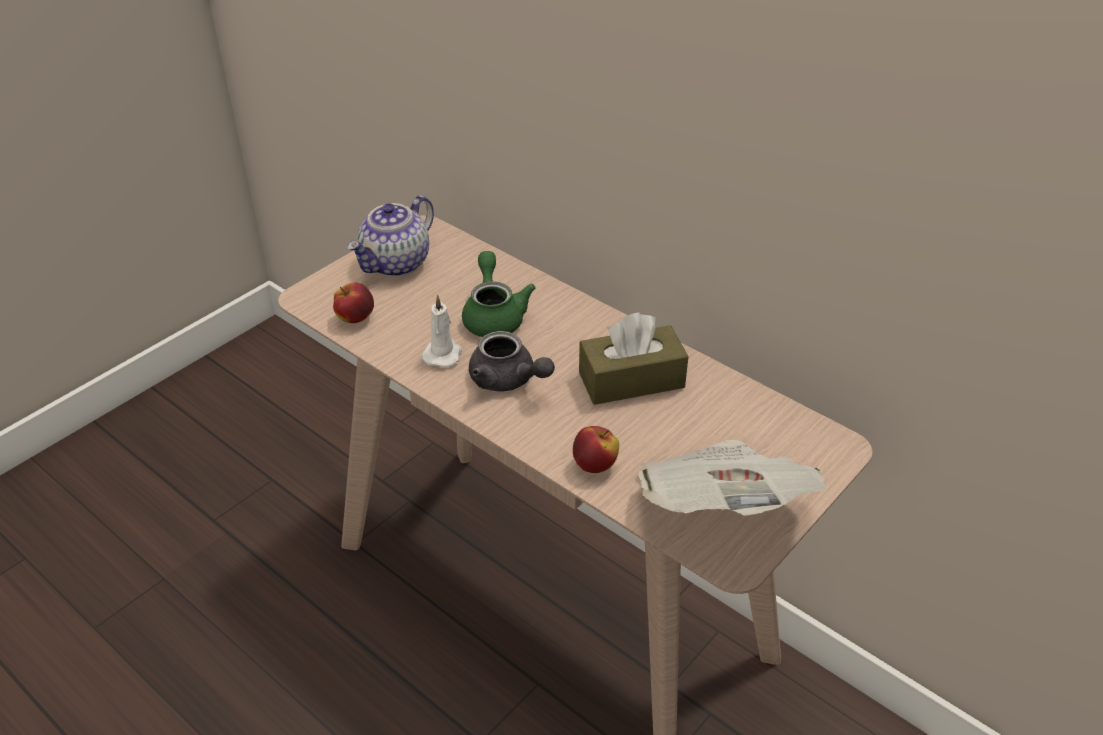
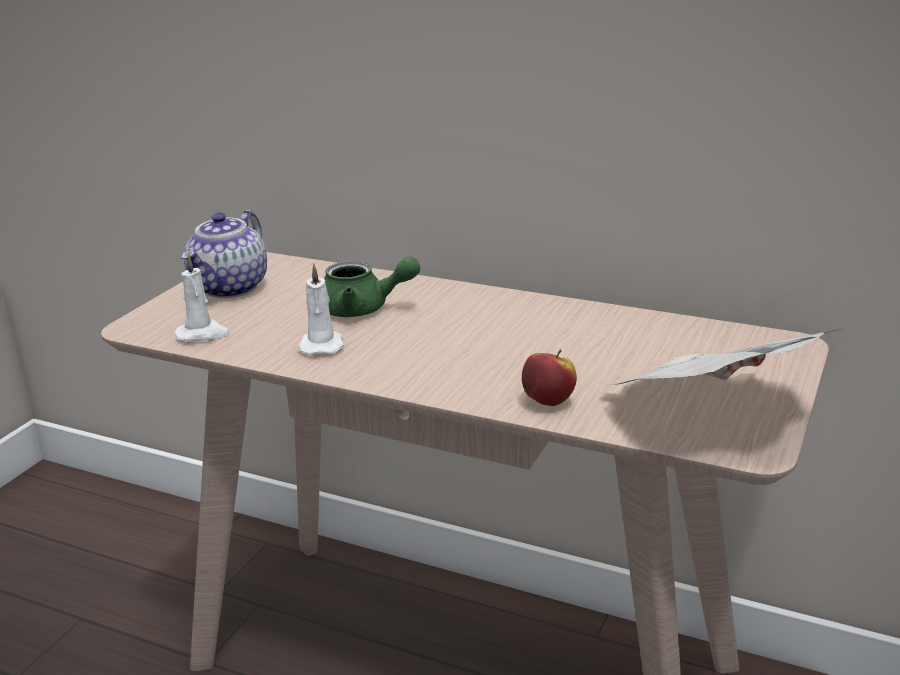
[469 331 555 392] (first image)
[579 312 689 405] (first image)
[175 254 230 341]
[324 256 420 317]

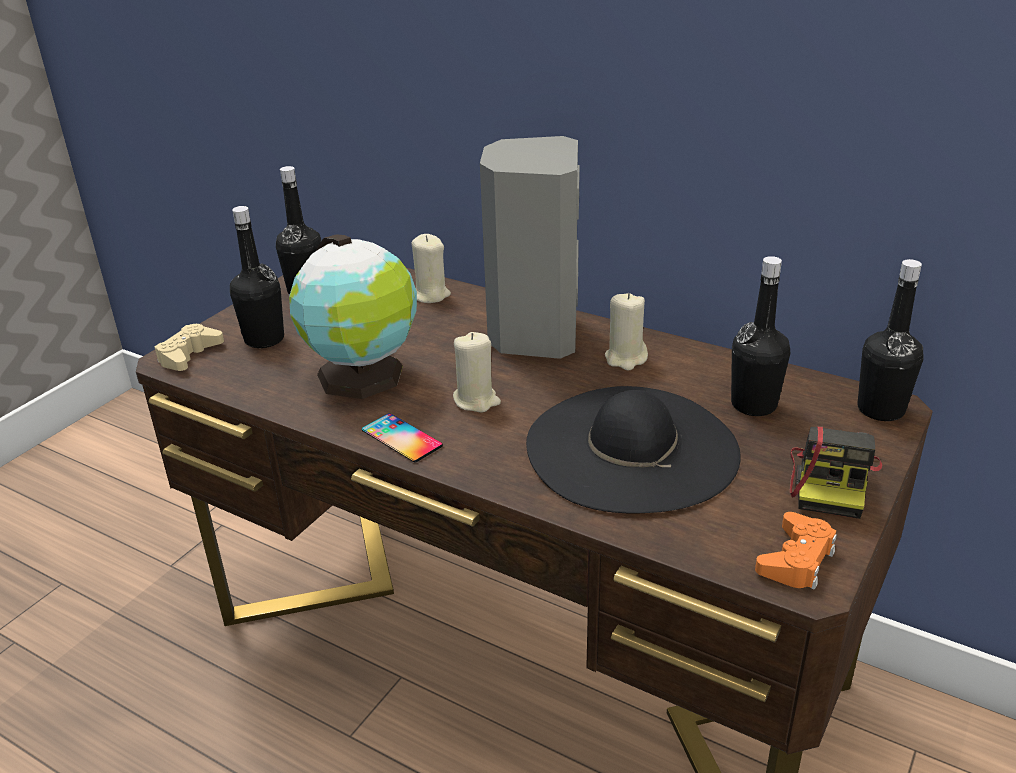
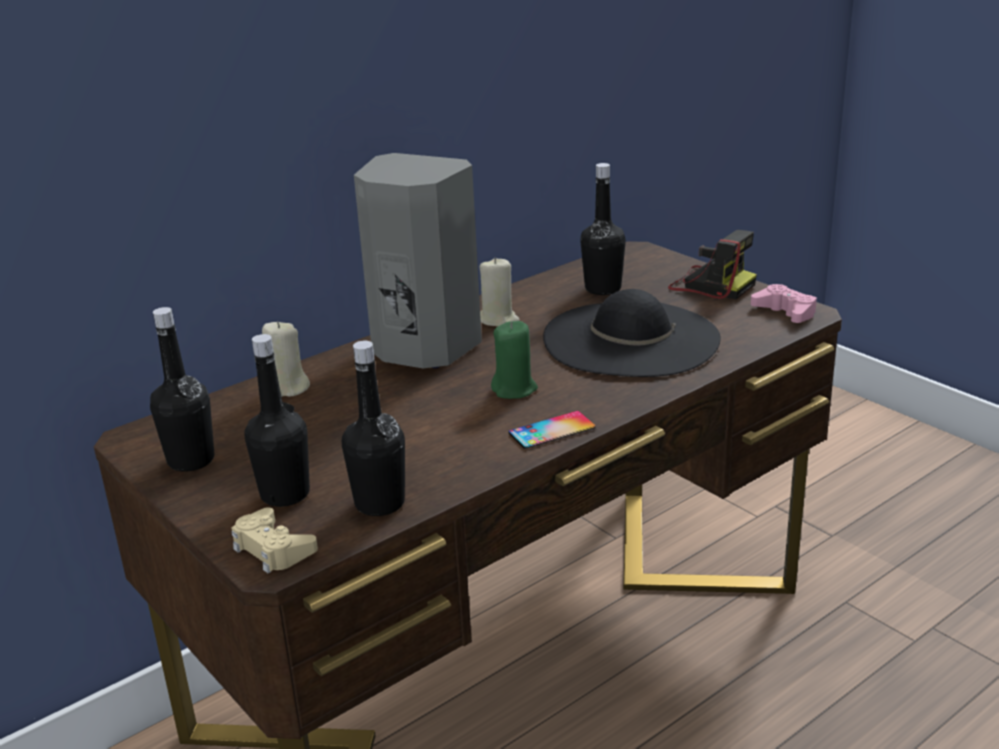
[289 234 417 399] (first image)
[342 341 405 516]
[491 321 538 399]
[751 284 817 323]

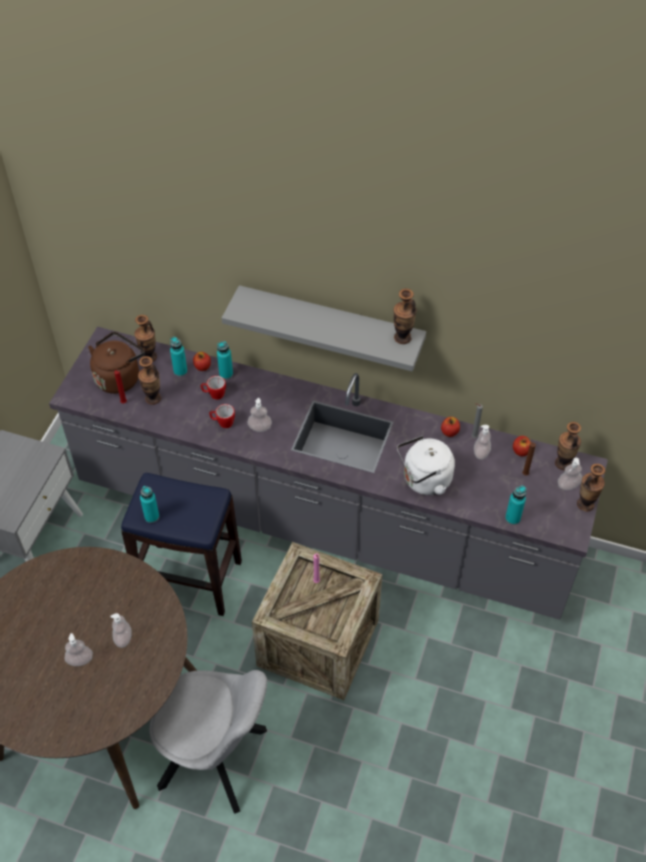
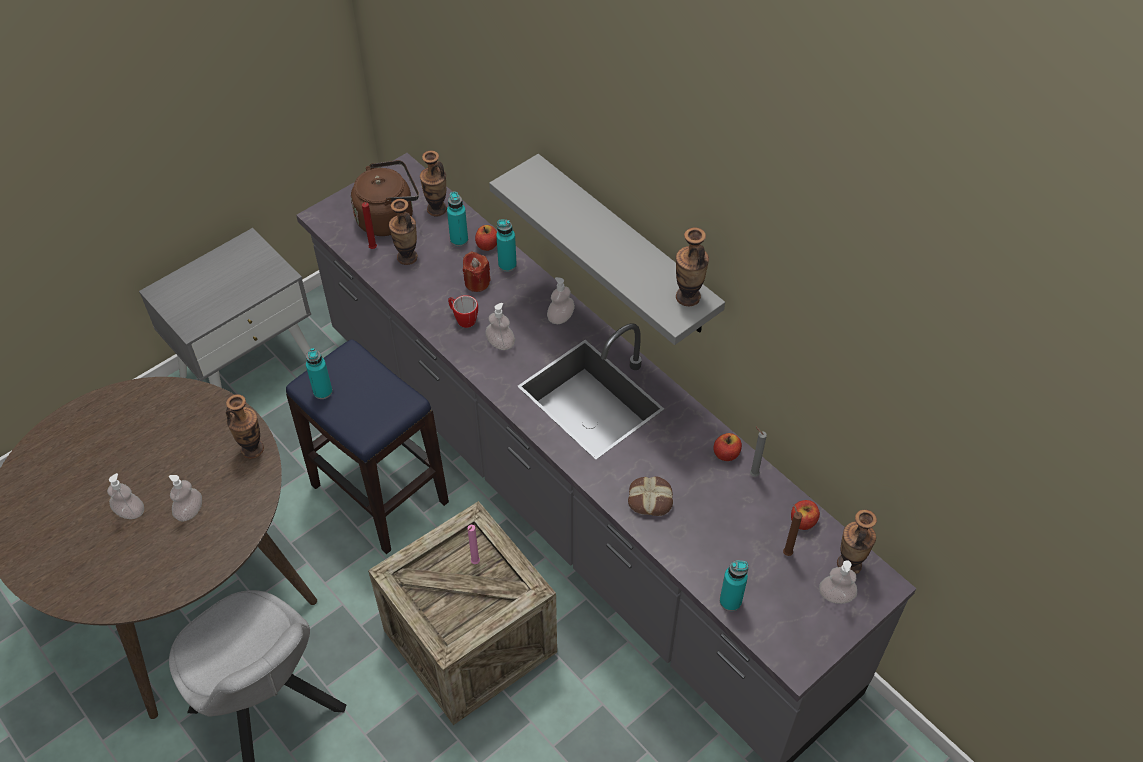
[547 277 575 324]
[226 394 264 459]
[463 251 491 292]
[628 476 673 516]

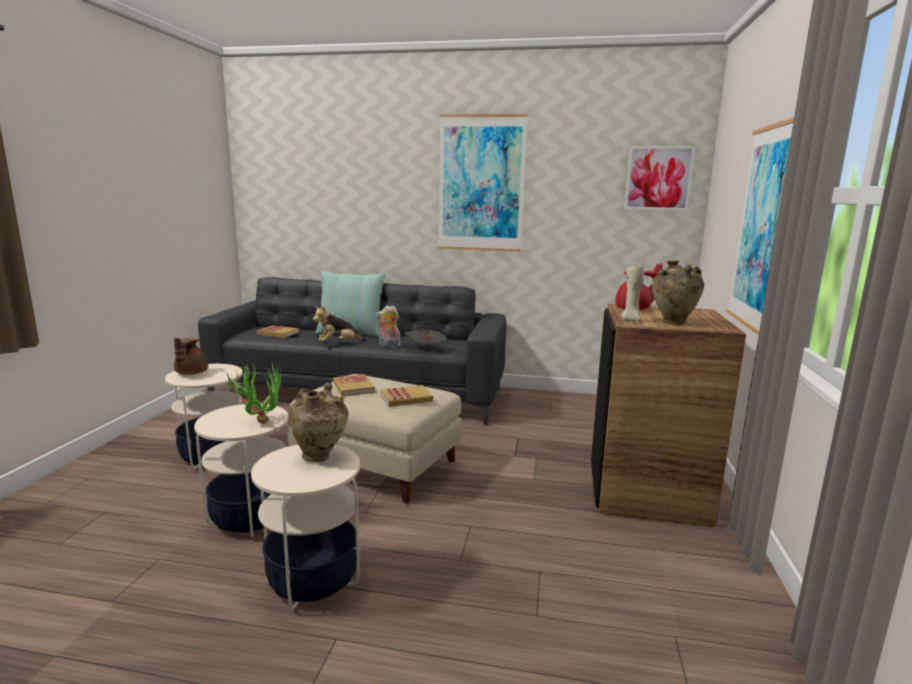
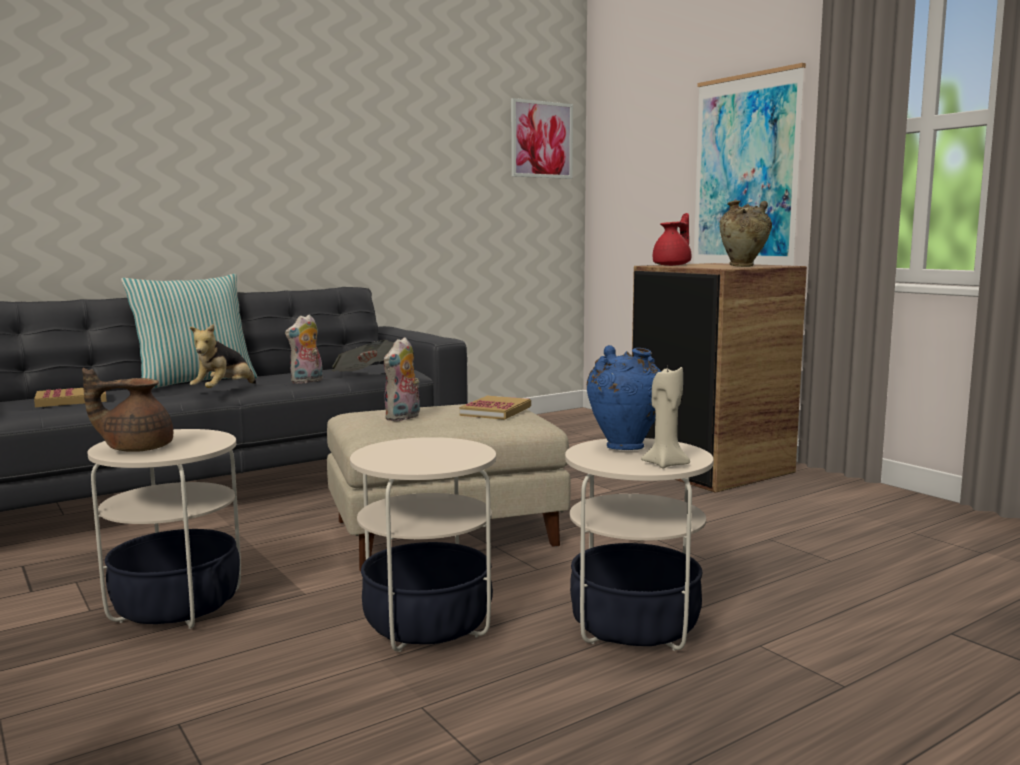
[225 361 281 423] (first image)
[438 114 528 252] (first image)
[641 367 690 468]
[383 337 420 421]
[587 345 661 450]
[82 368 173 452]

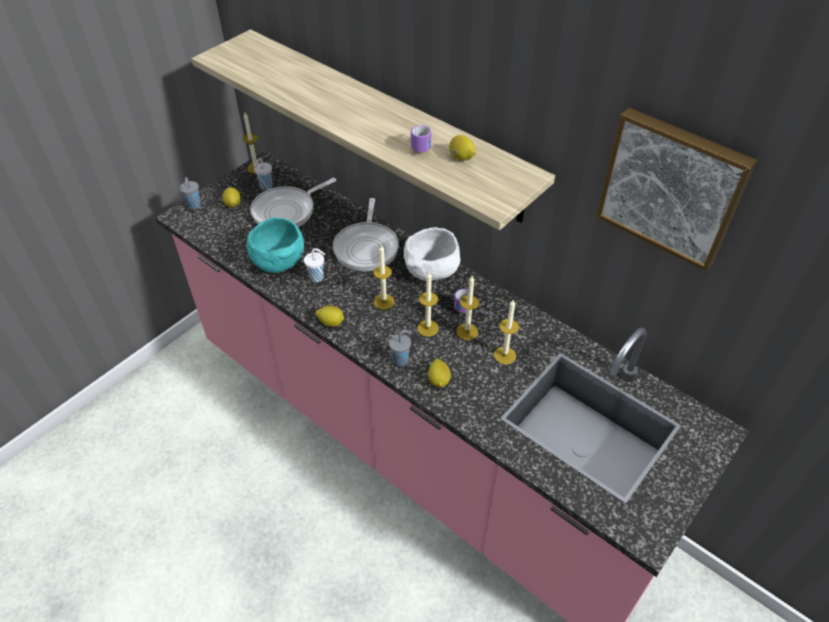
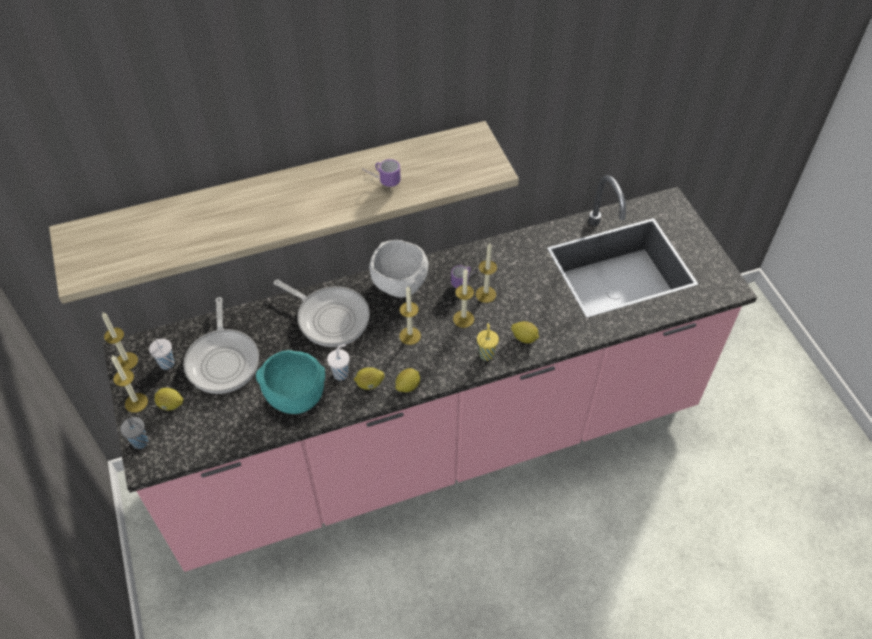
[596 108 758 271] (first image)
[354 367 384 390]
[111 355 148 413]
[477 323 499 361]

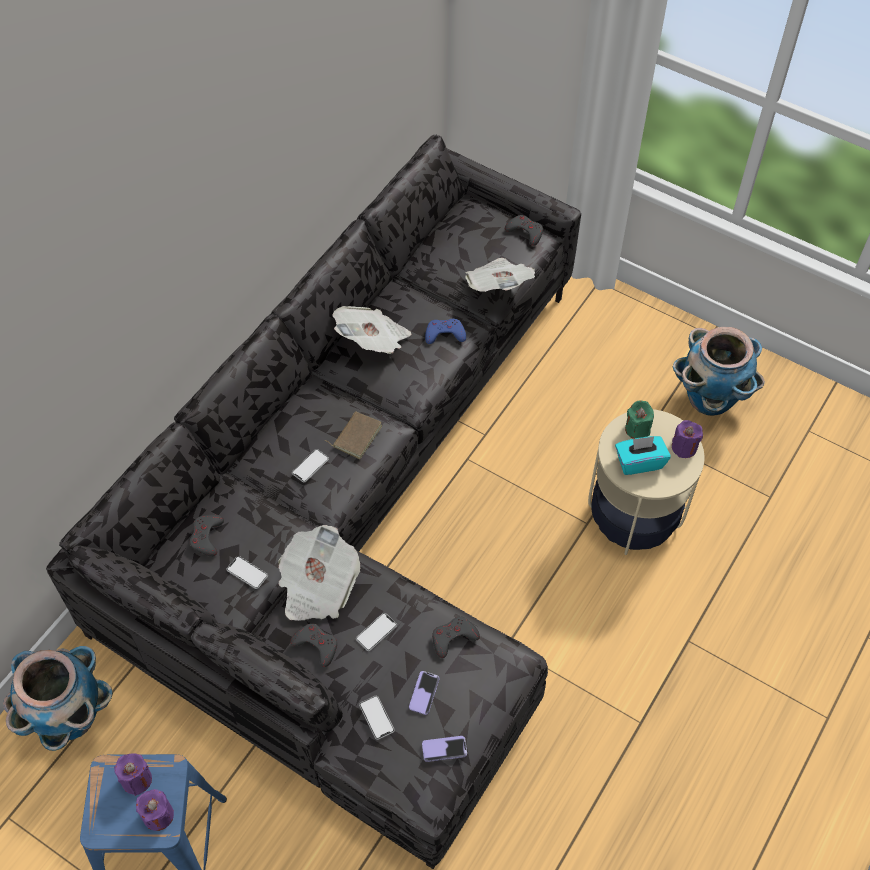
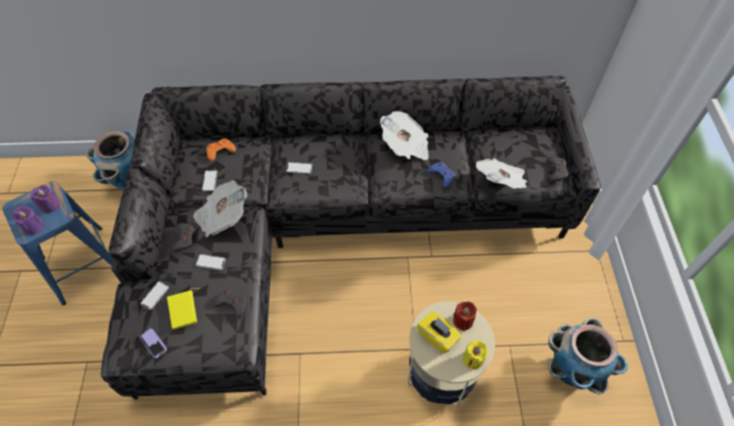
[324 411 382 459] (first image)
[167 288 200 330]
[206 139 236 161]
[417 311 462 354]
[453 302 477 331]
[462 340 488 369]

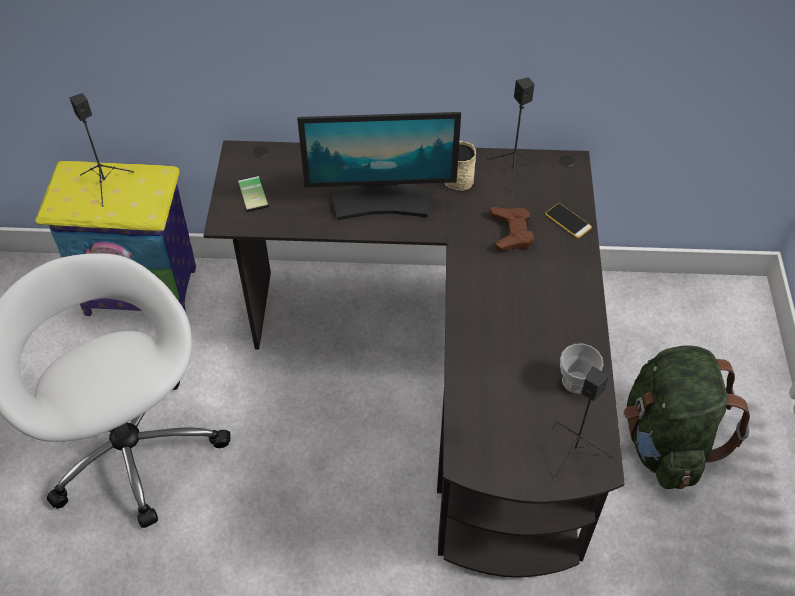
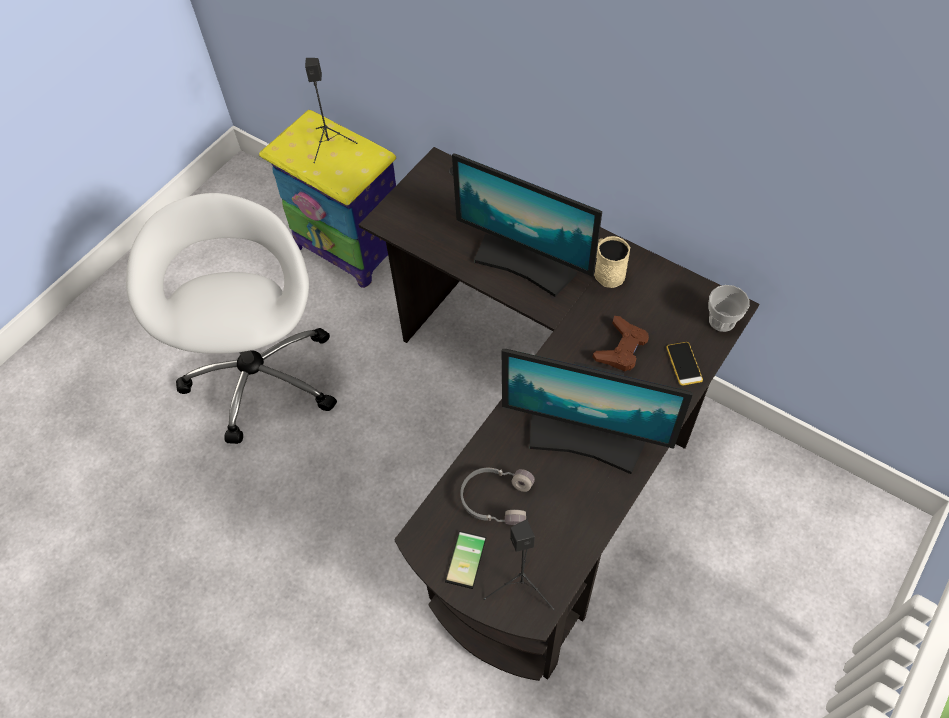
[485 77 540 196] (first image)
[623 345 750 489] (first image)
[460 468 535 525]
[502 349 693 474]
[445 531 486 589]
[709 285 750 332]

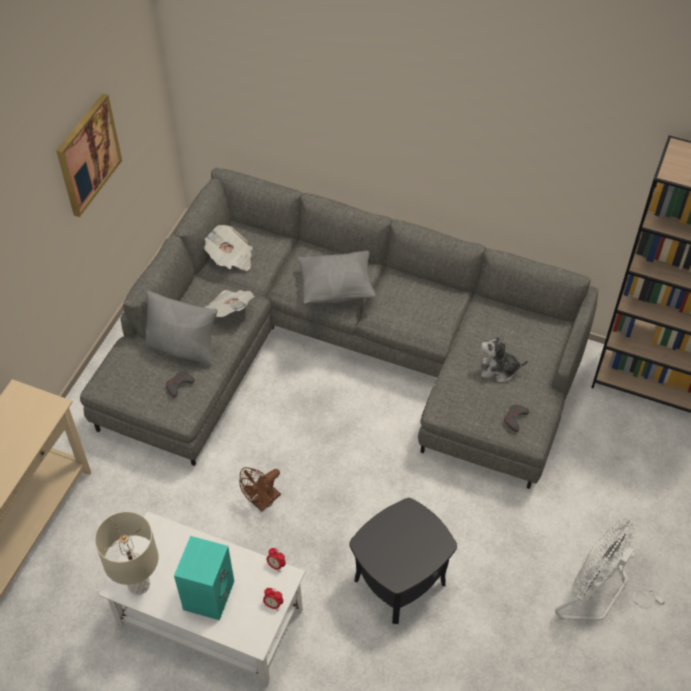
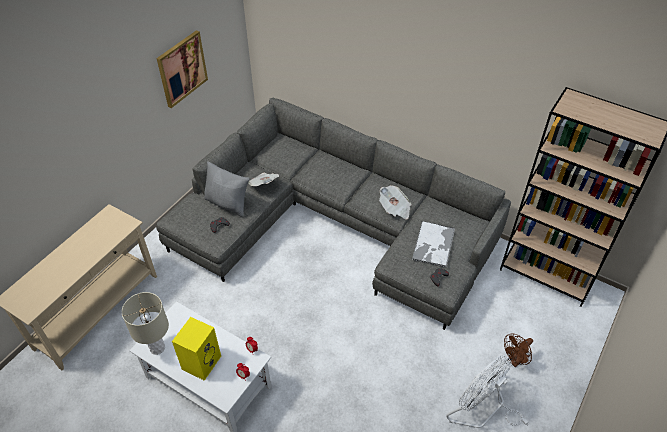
[298 251 376 303] (first image)
[349 498 457 624] (first image)
[379 185 411 219]
[504 333 533 367]
[412 221 455 268]
[172 317 221 381]

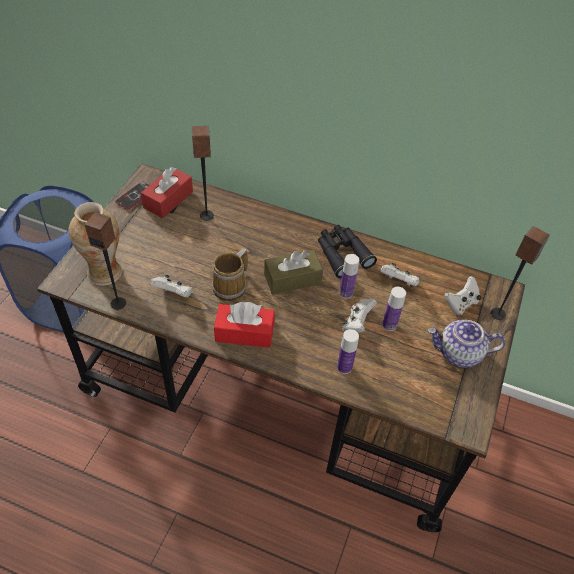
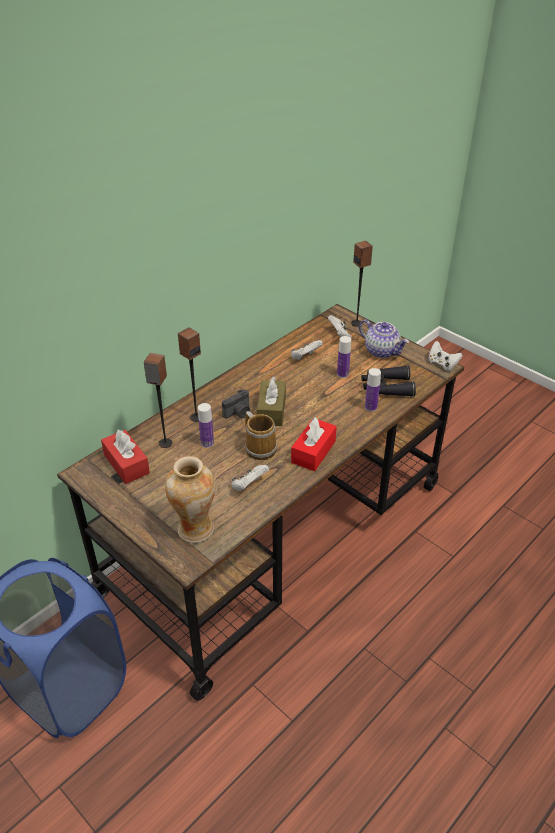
[115 181 149 210] (first image)
[222 389 250 419]
[178 327 201 422]
[361 365 416 397]
[198 403 214 448]
[428 341 463 371]
[359 319 409 358]

